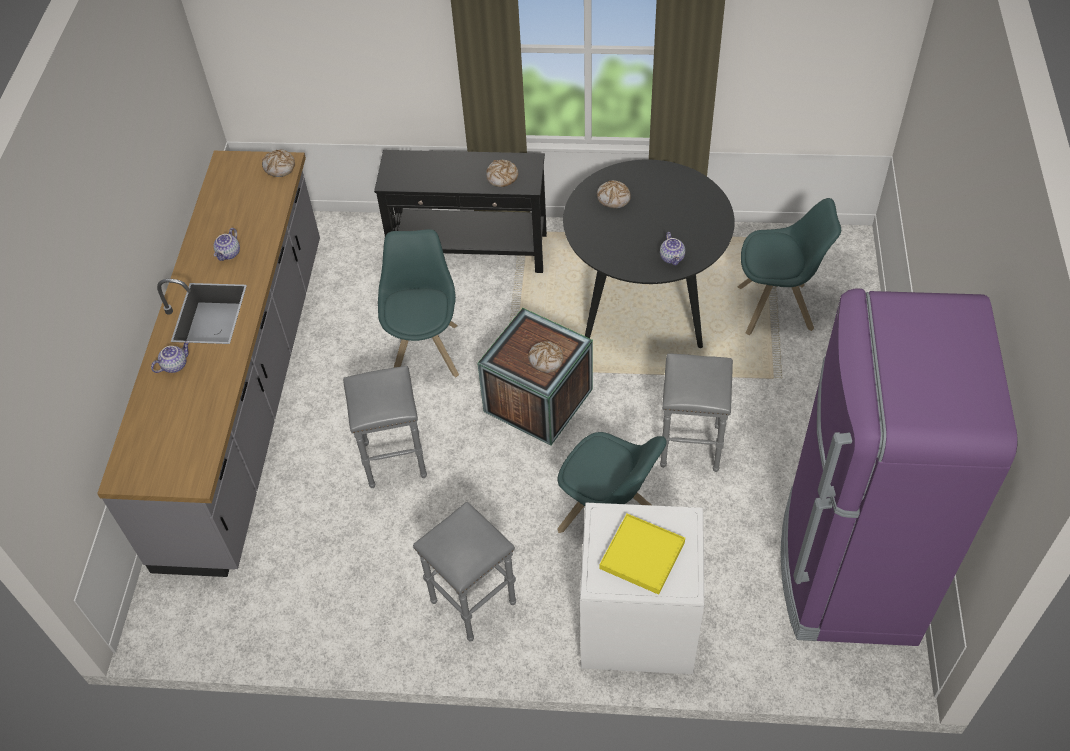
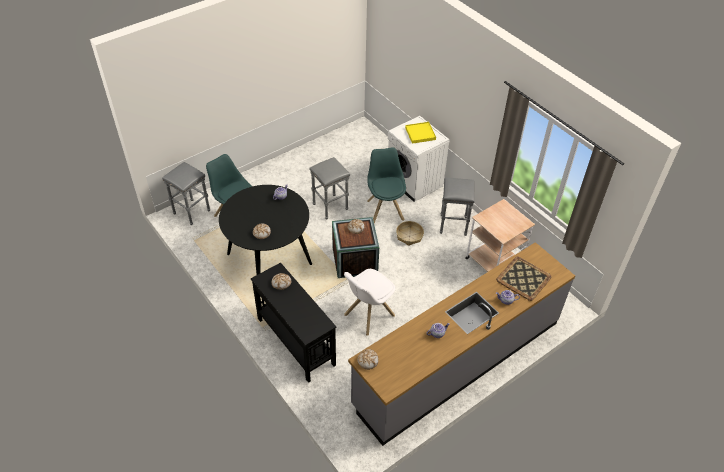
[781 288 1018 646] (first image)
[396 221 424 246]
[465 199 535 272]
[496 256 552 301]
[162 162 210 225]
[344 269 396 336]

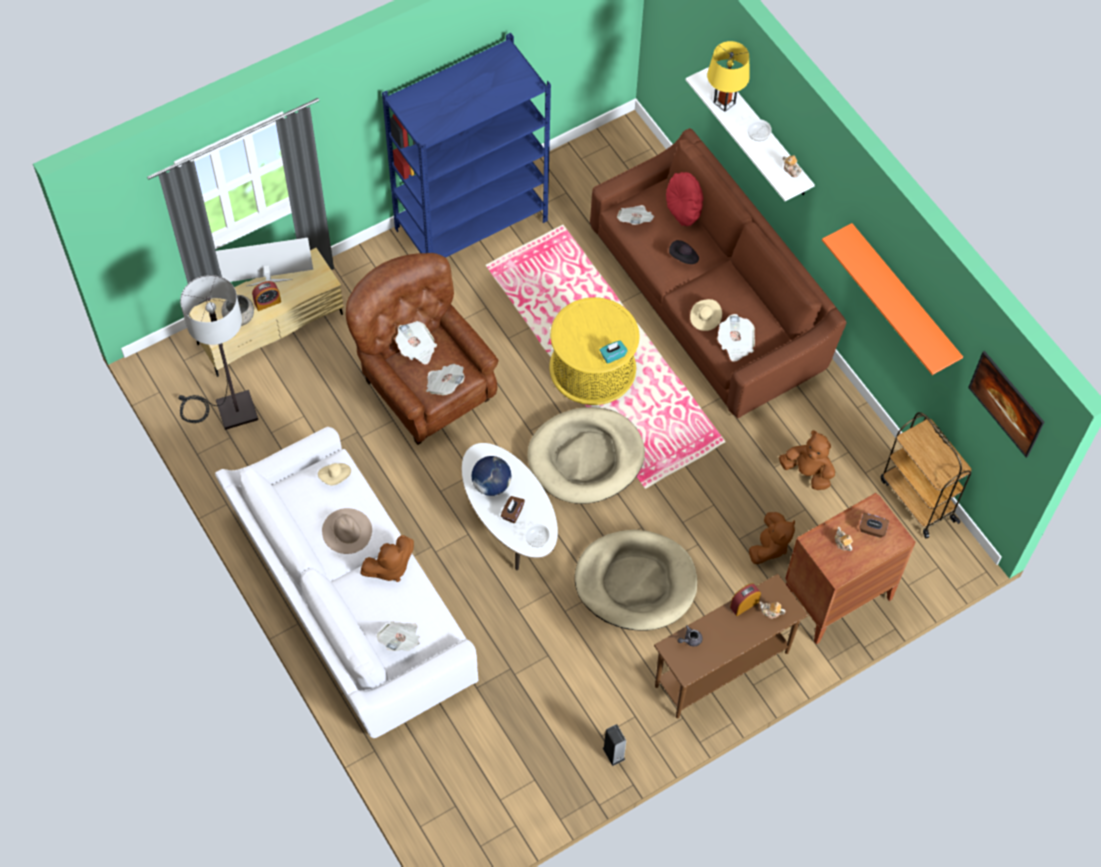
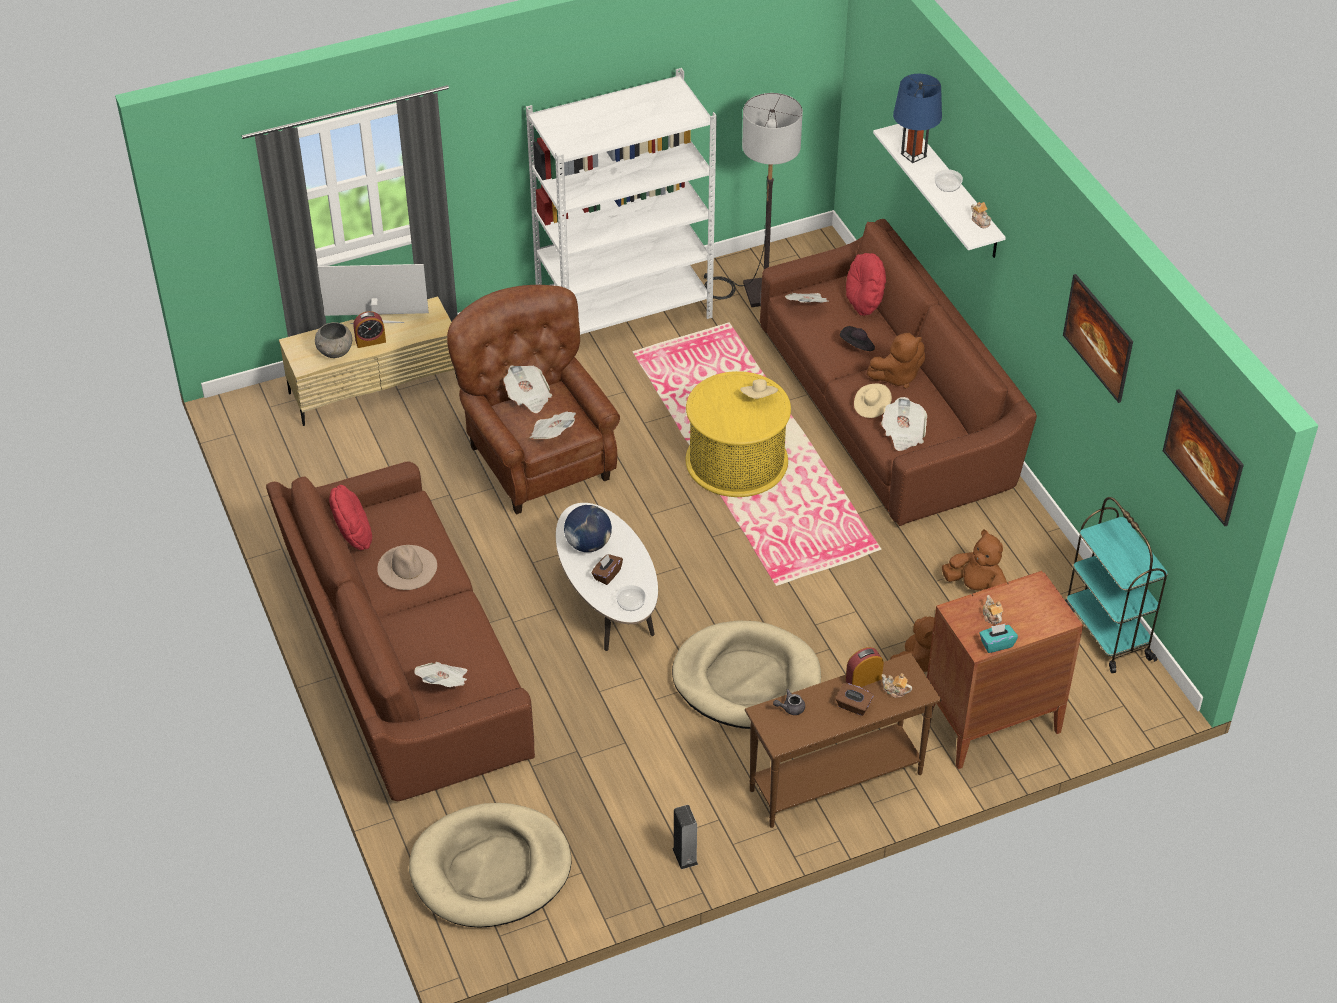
[329 485 372 550]
[704 93 803 307]
[740 379 778 399]
[867 333 925 388]
[409 803 571 928]
[979 624 1018 653]
[836 683 874 716]
[1063 274 1133 403]
[266 461 535 801]
[526 68 717 335]
[893 74 942 163]
[1065 497 1168 673]

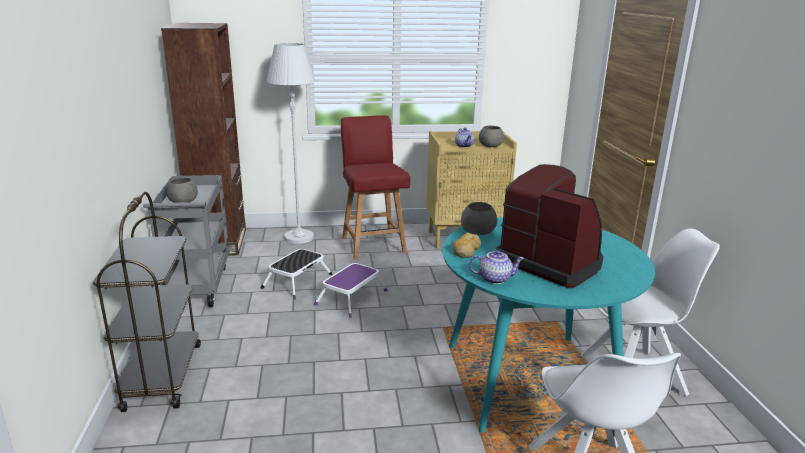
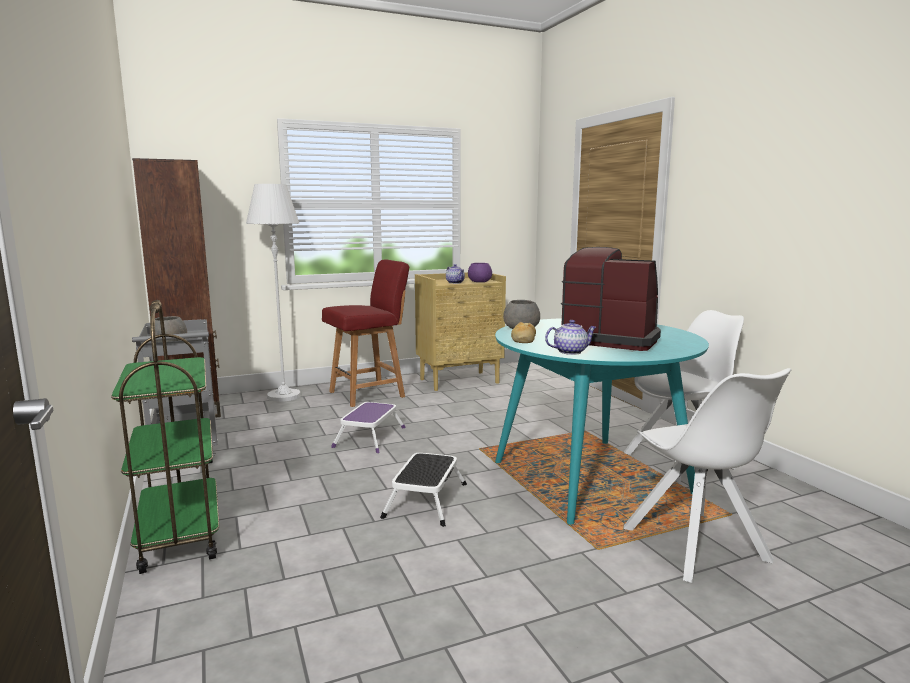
[380 453 467 527]
[111 300 219 574]
[468 263 492 282]
[322 259 409 407]

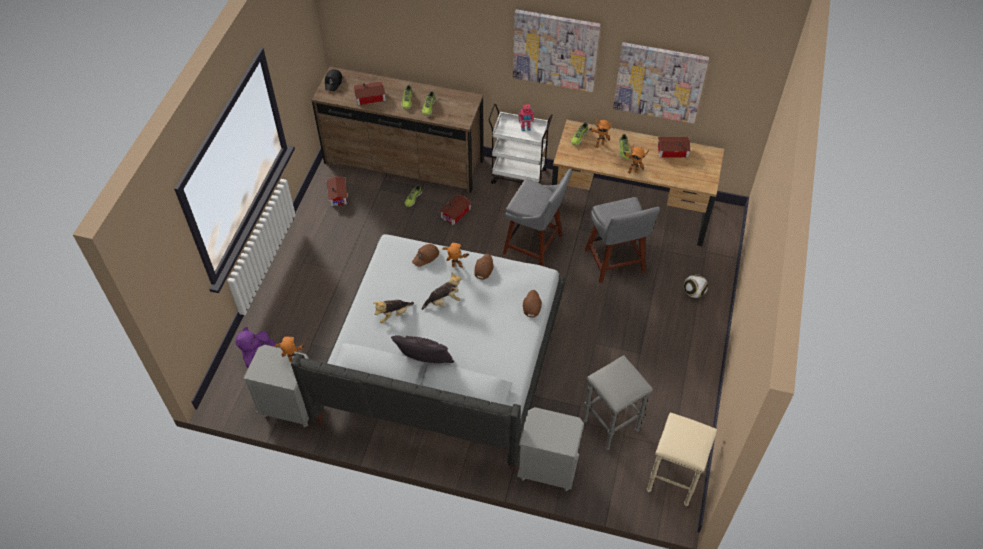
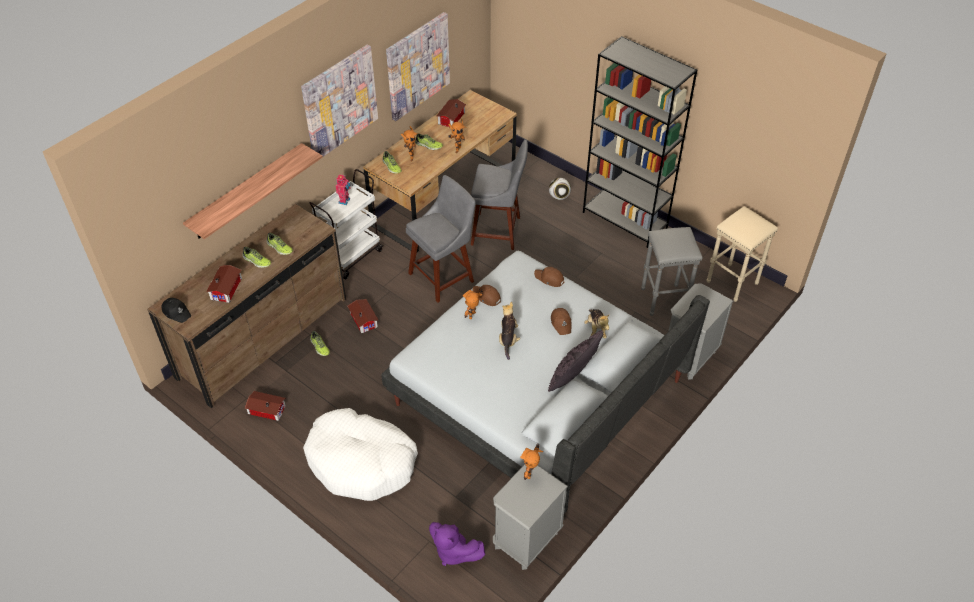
[183 143 323 239]
[303 408 418 501]
[583 36 697 248]
[584 309 609 338]
[551 308 572 335]

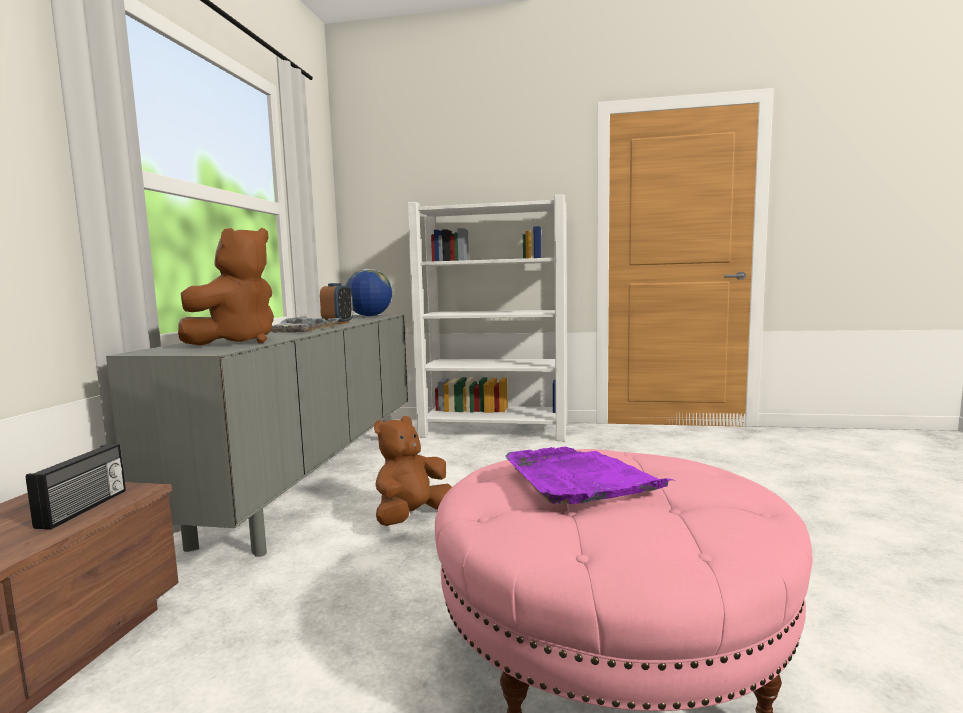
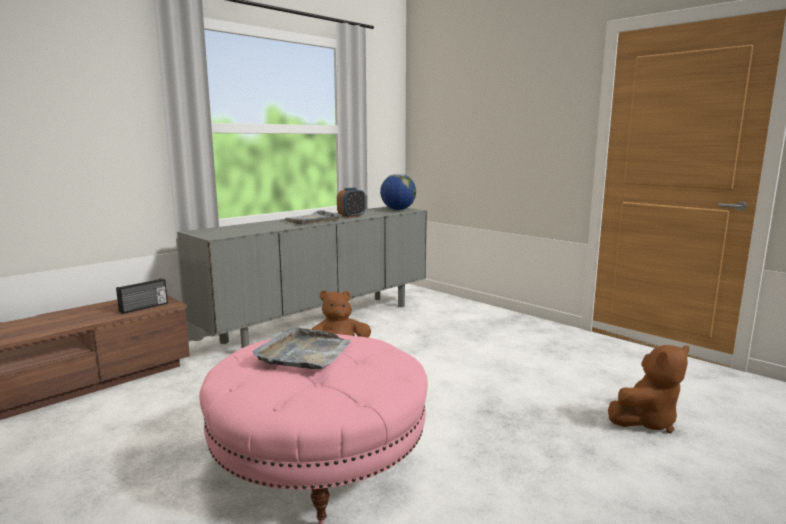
[408 194 567 441] (first image)
[608 345 689 433]
[252 328 352 369]

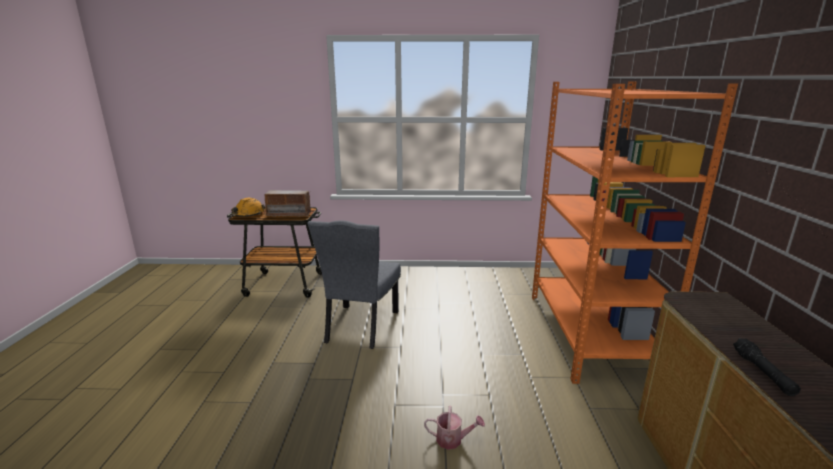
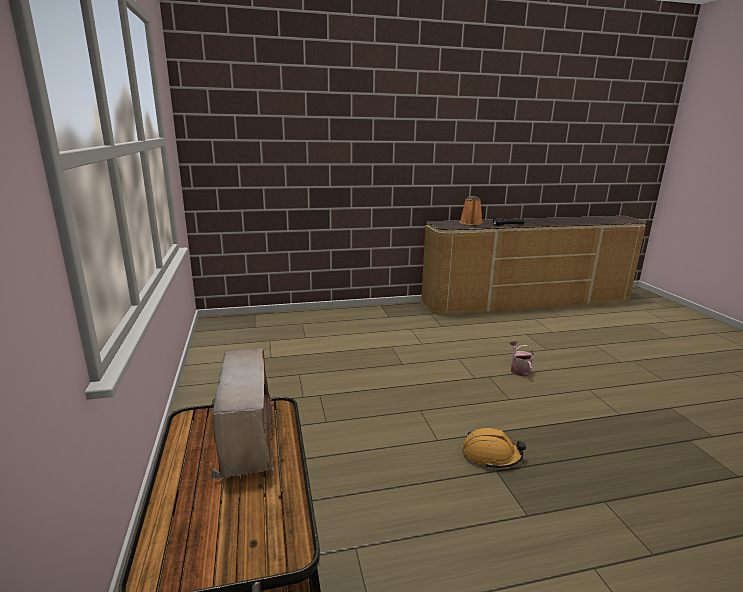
[307 220 401 349] (first image)
[532 82 738 384] (first image)
[460 196 483 225]
[462 428 526 469]

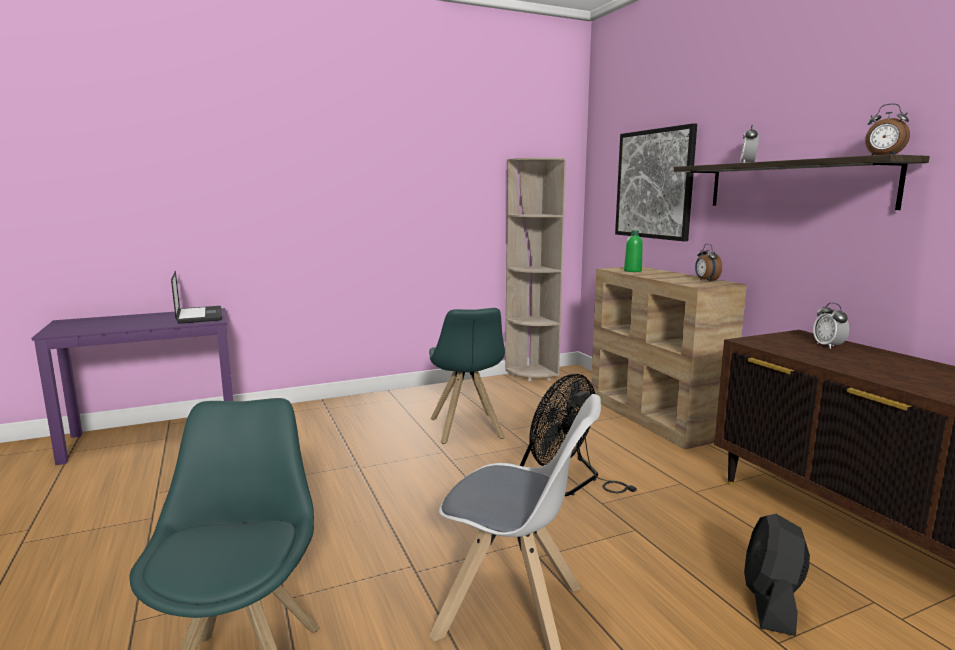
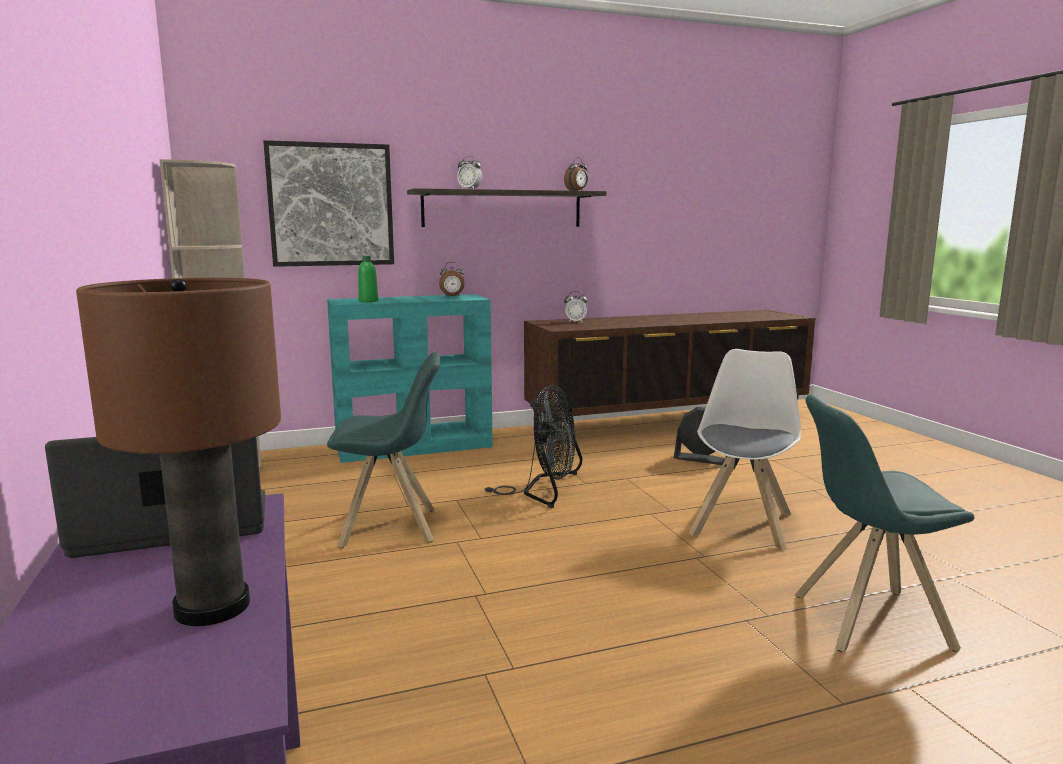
[76 278 281 626]
[327 294 493 463]
[484 385 582 508]

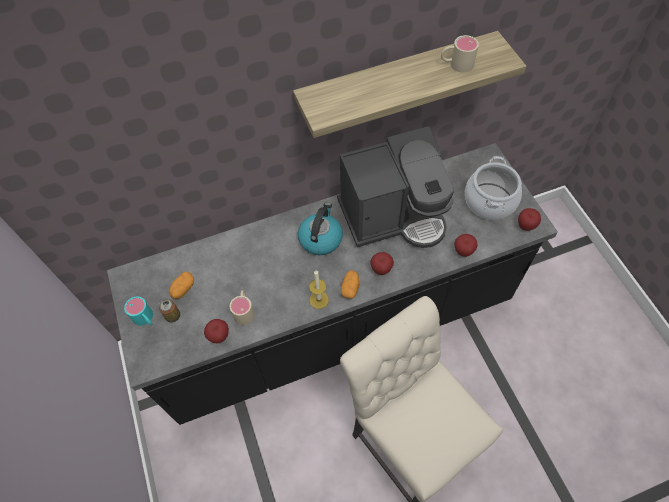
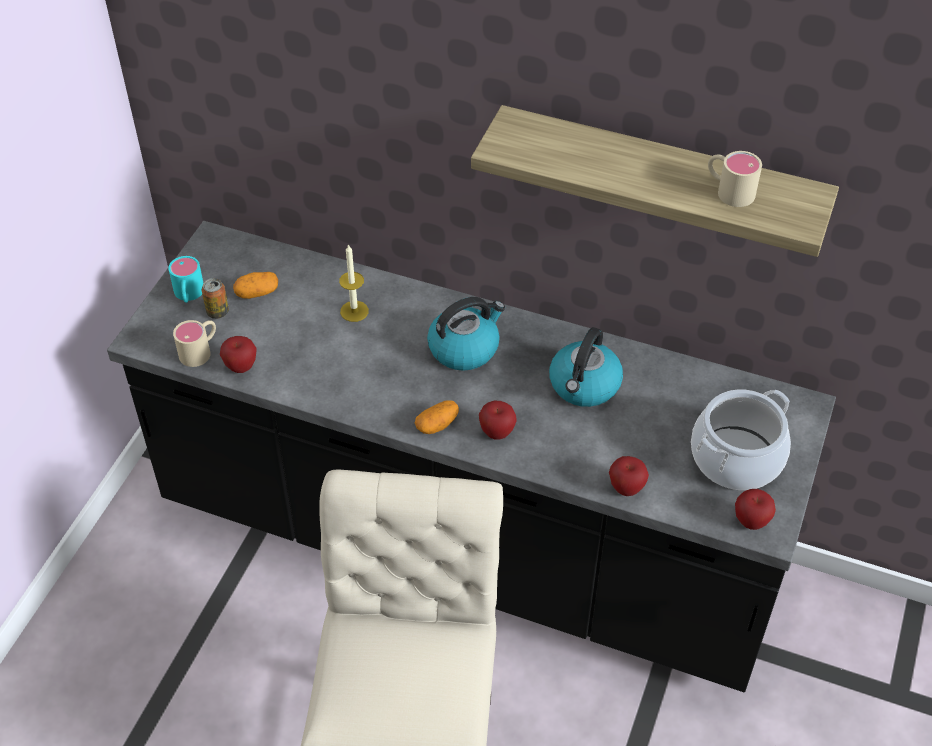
[173 320 216 367]
[339 244 369 322]
[549 327 623 407]

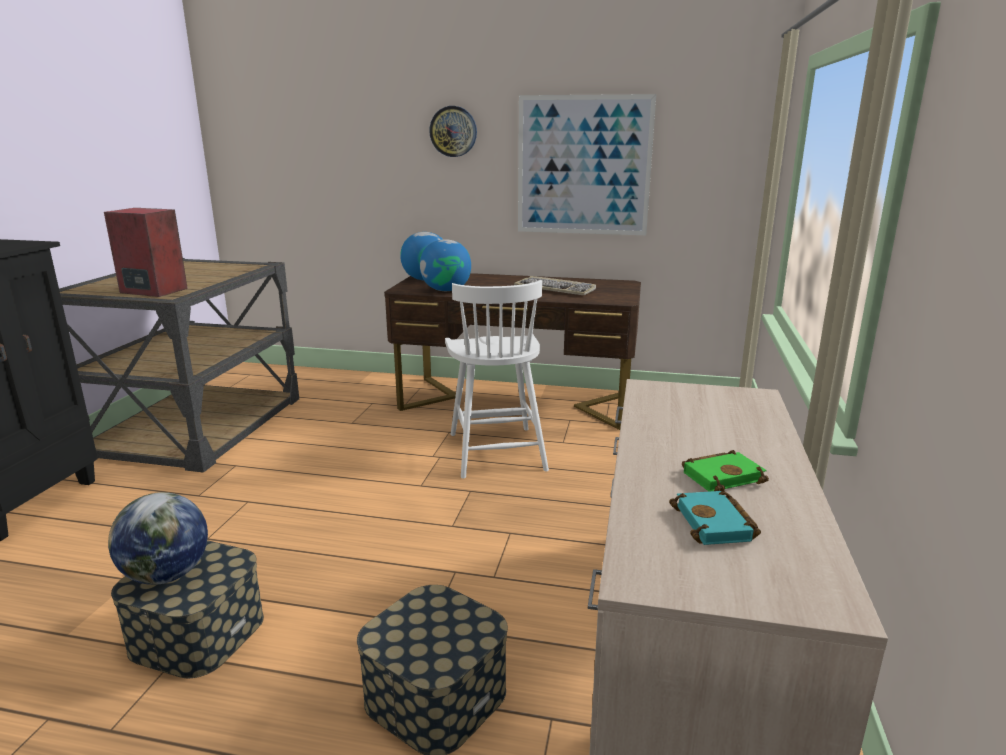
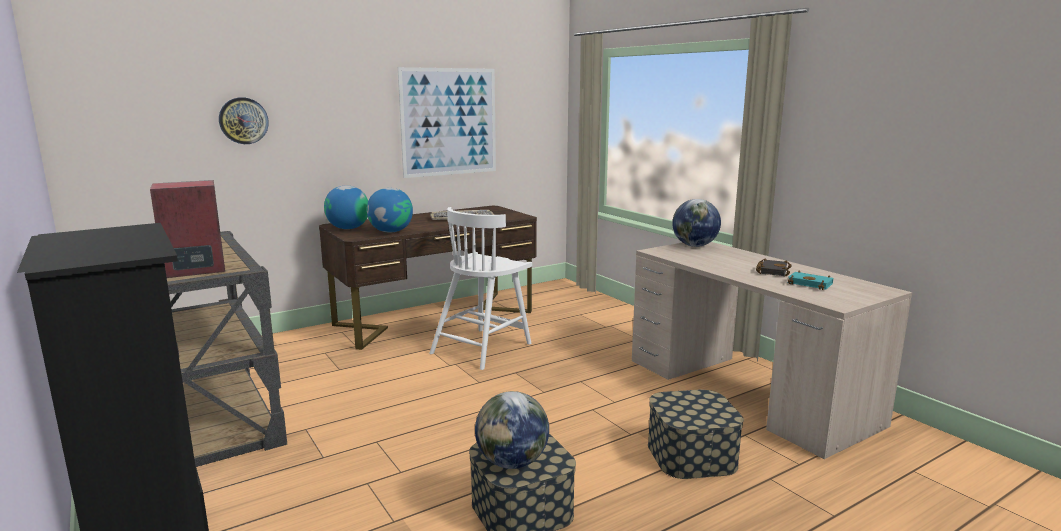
[672 199 721 247]
[219 97 269 144]
[756 259 792 277]
[429 207 532 370]

